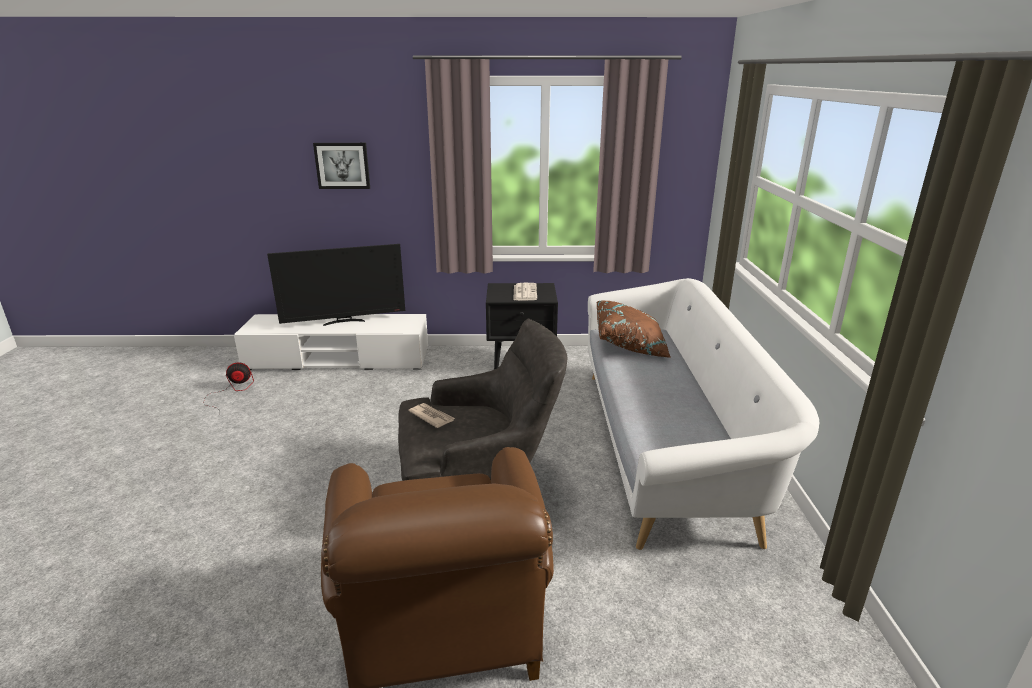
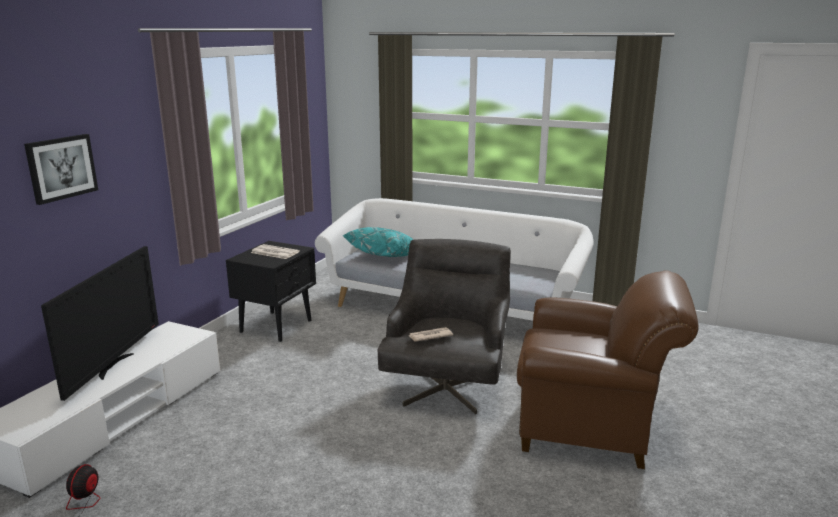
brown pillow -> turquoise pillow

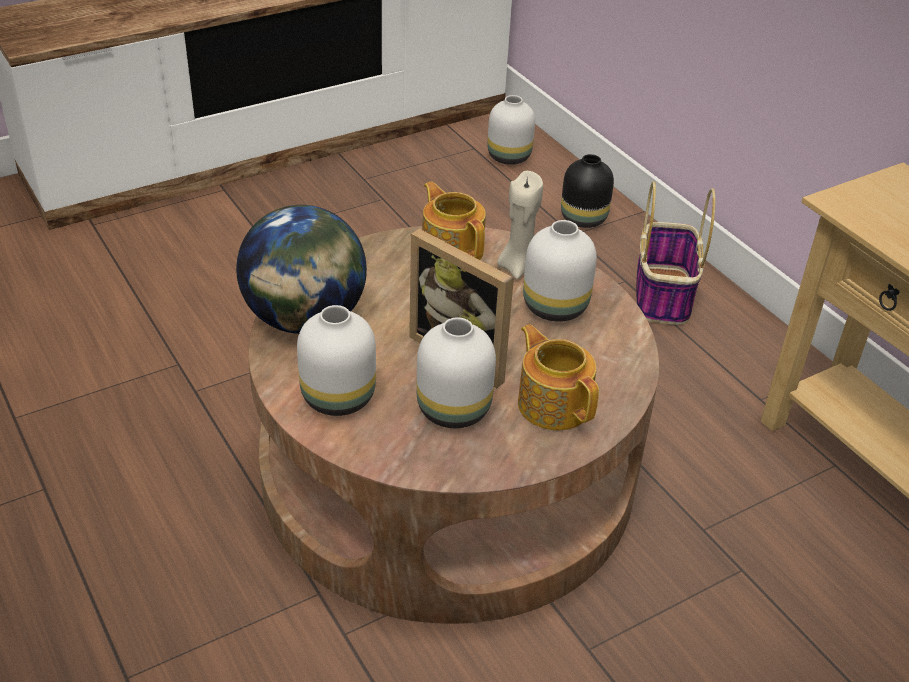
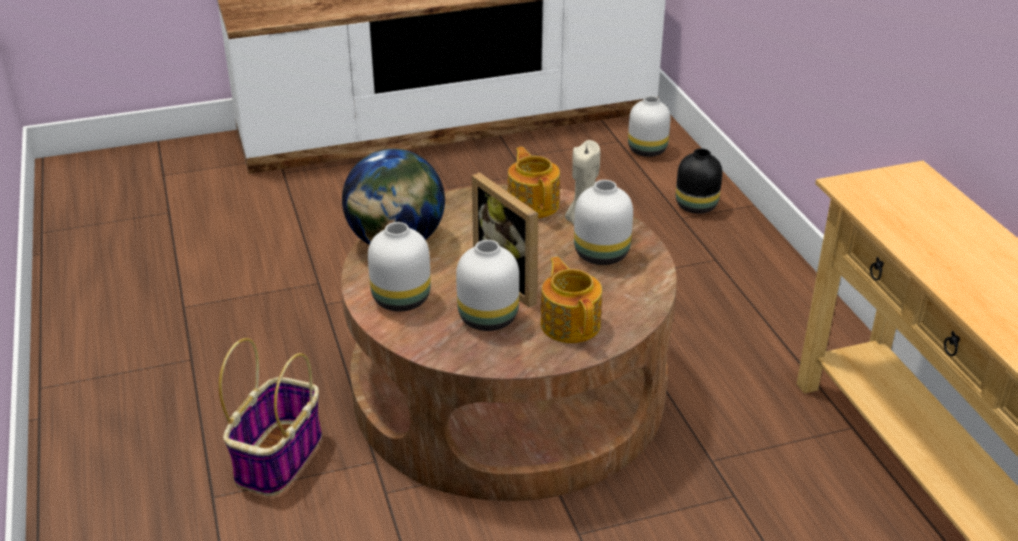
basket, shifted

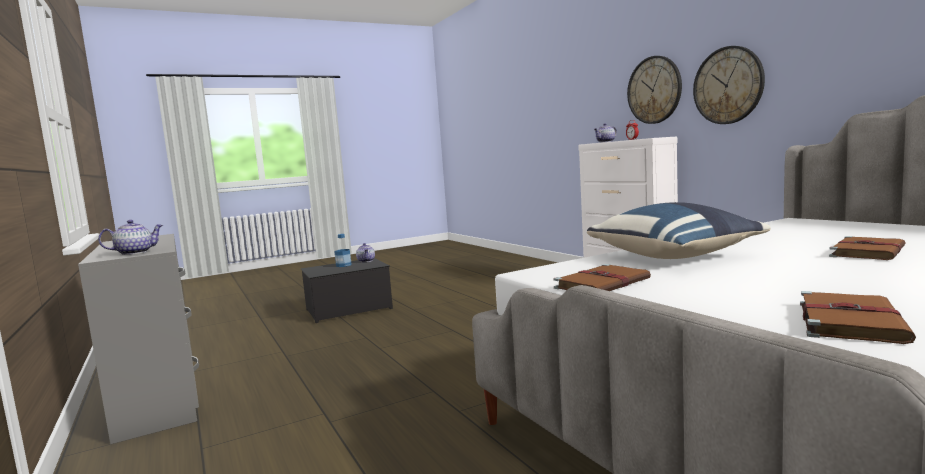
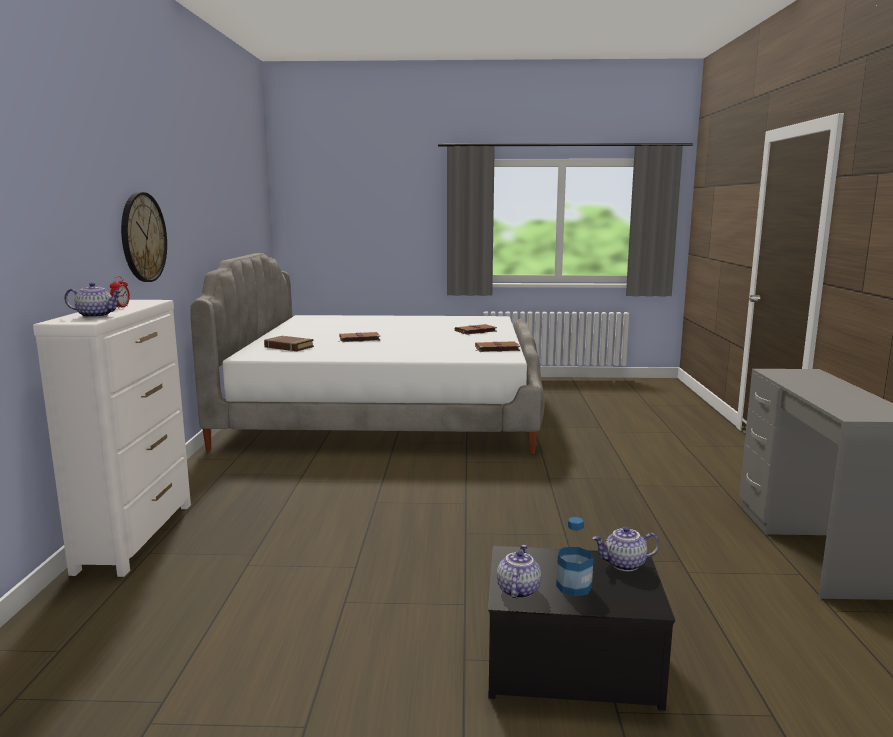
none -> brown book (no. 1 from left)
teapot (no. 1 from left in the first image) -> teapot (no. 3 from left), shifted
blue pillow -> none
wall clock (no. 1 from left) -> none

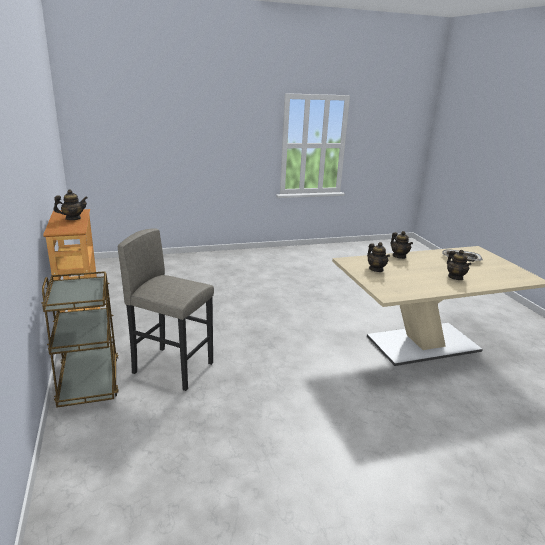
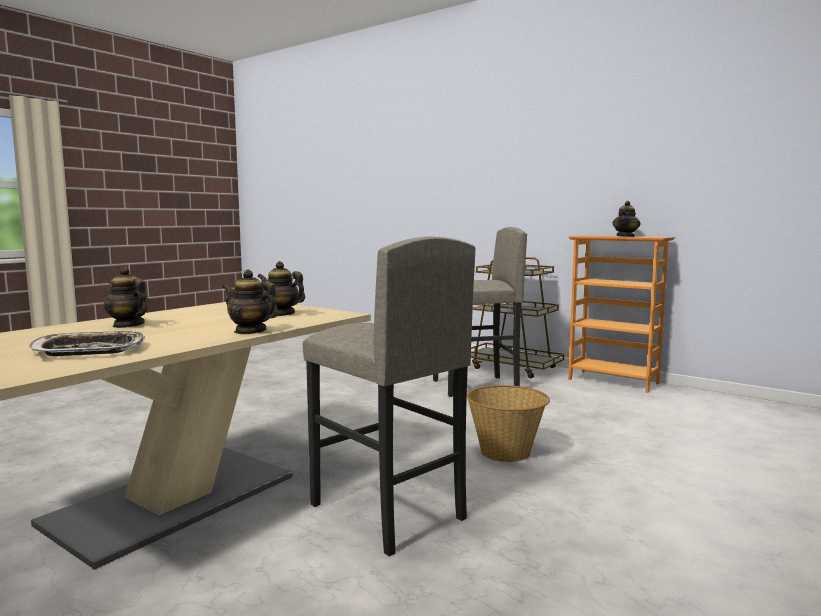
none -> grey stool (no. 1 from left)
none -> basket

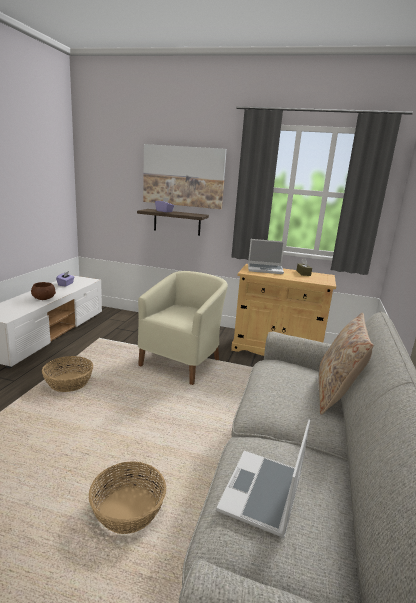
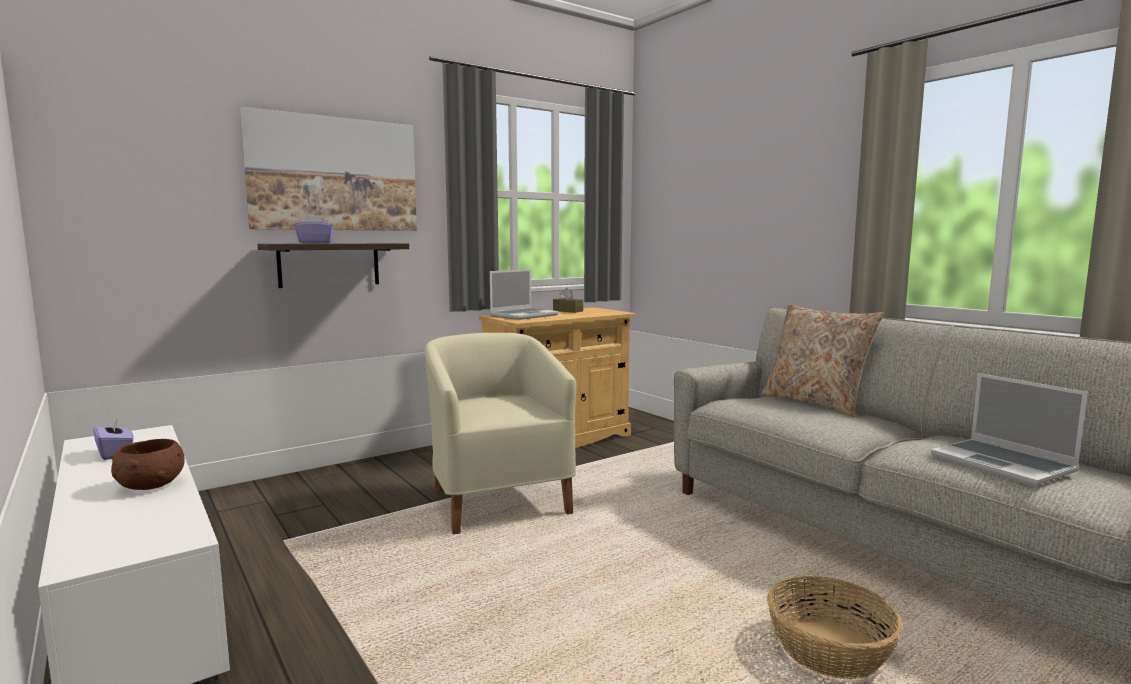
basket (no. 1 from left) -> none

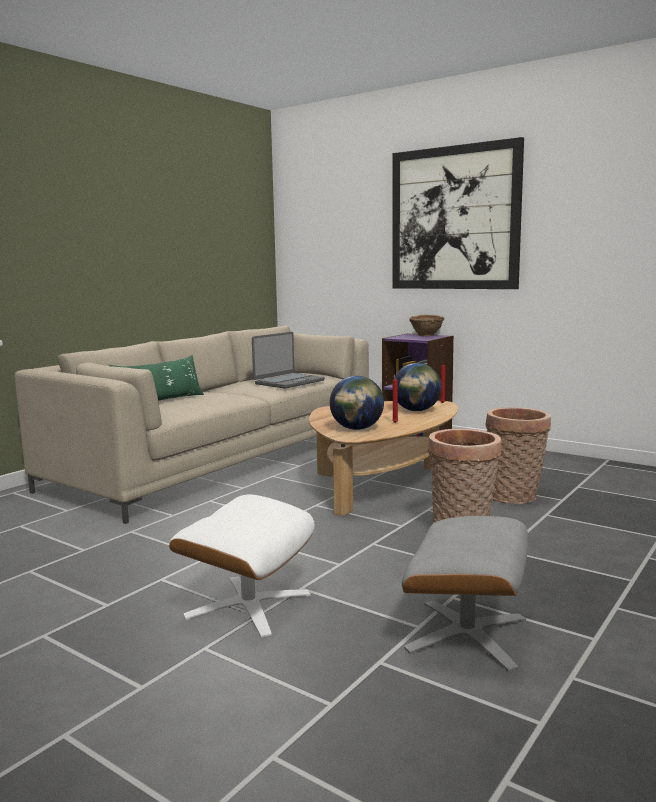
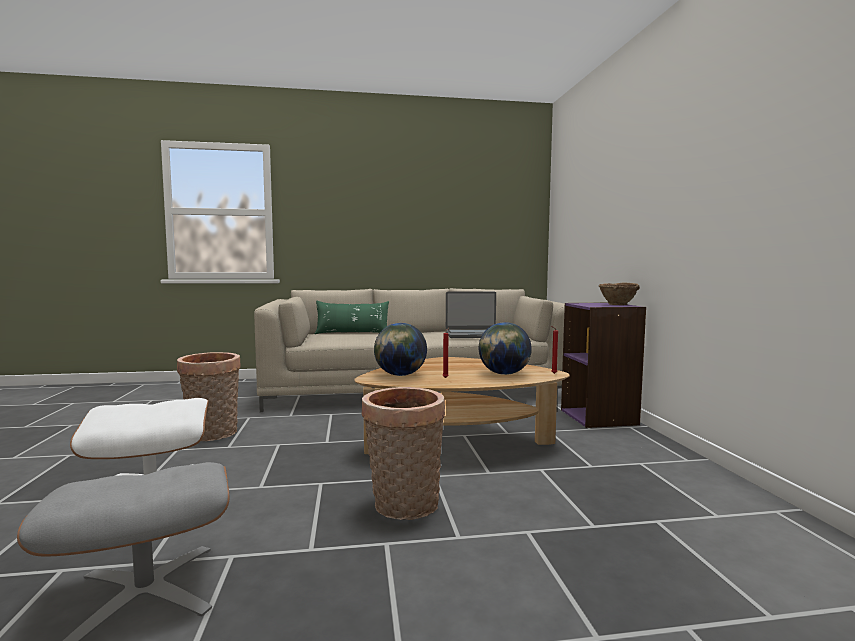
basket (no. 2 from left in the first image) -> basket (no. 1 from left), shifted
picture -> none

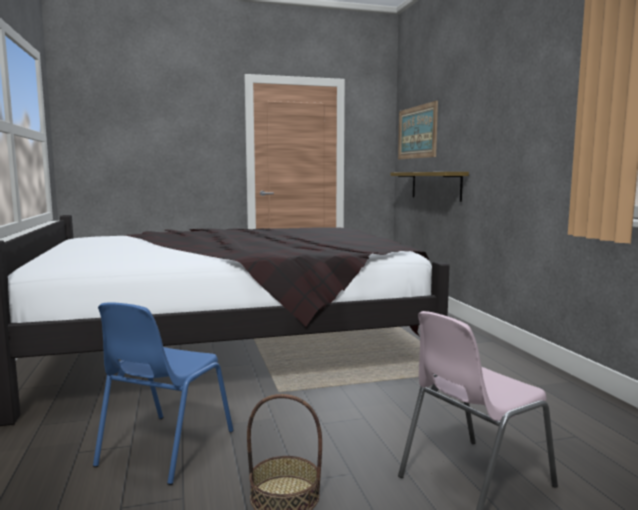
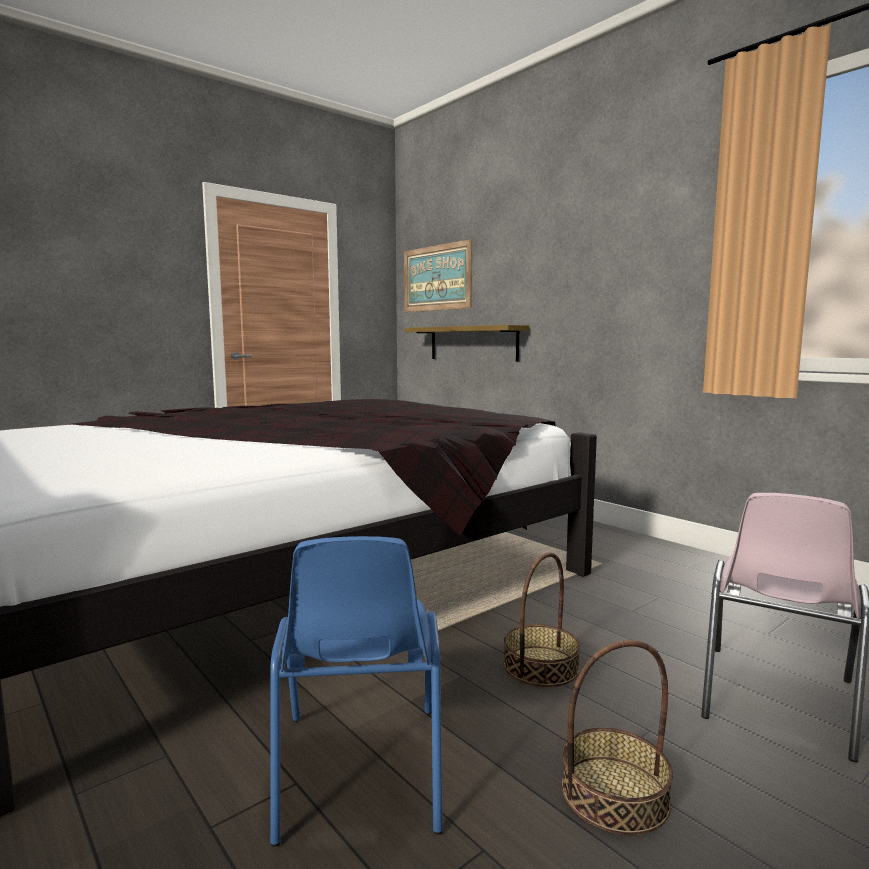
none -> basket (no. 1 from left)

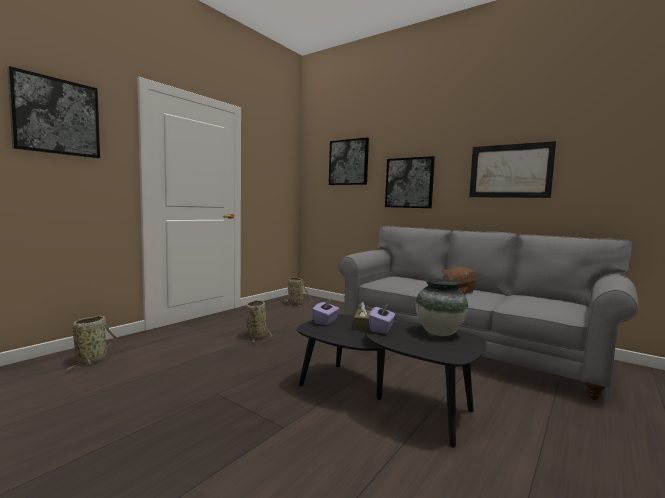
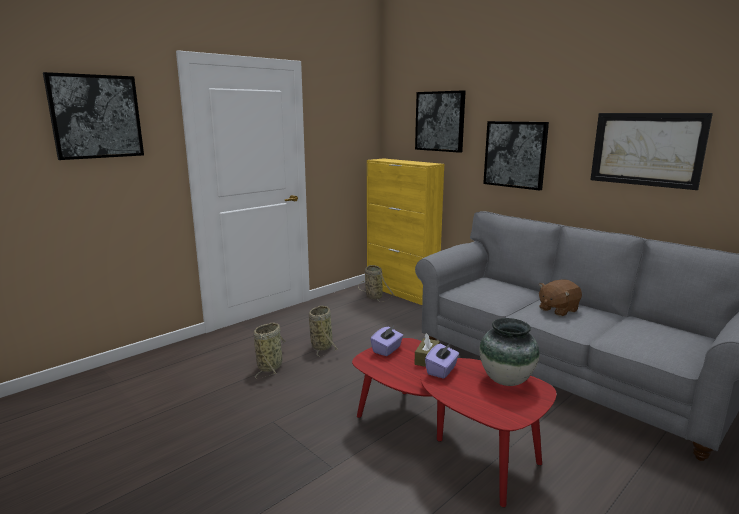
basket (no. 1 from left), shifted
black coffee table -> red coffee table
none -> yellow cabinet

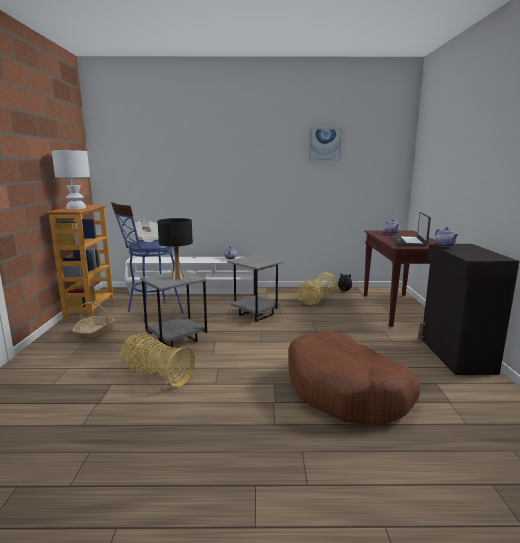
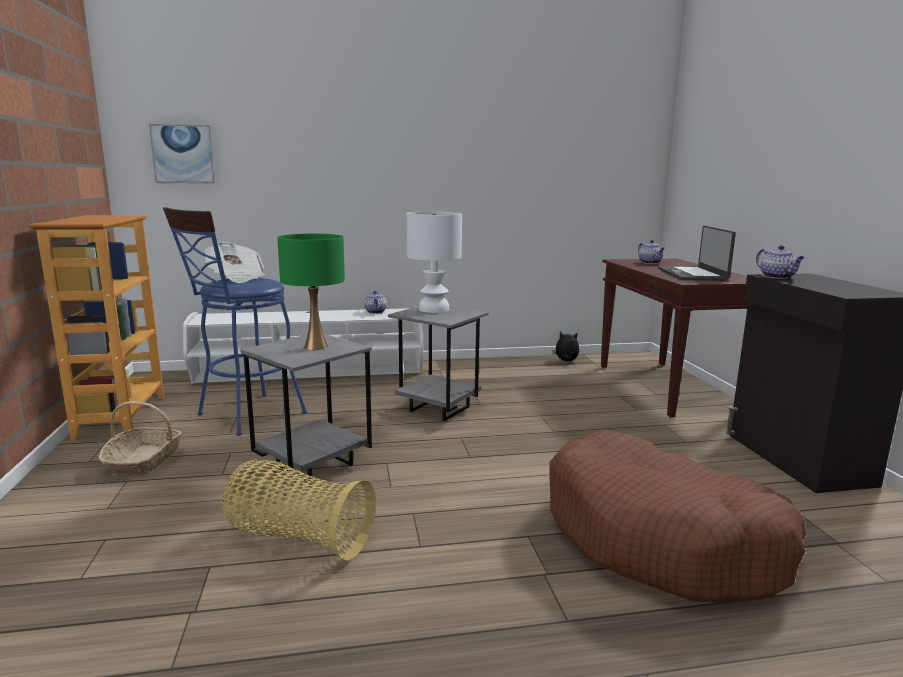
picture, shifted
black table lamp -> green table lamp
white table lamp, shifted
basket (no. 3 from left) -> none

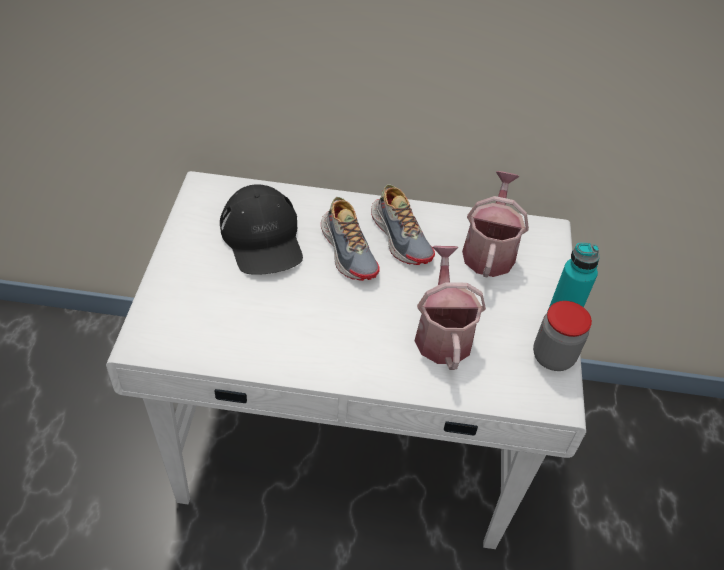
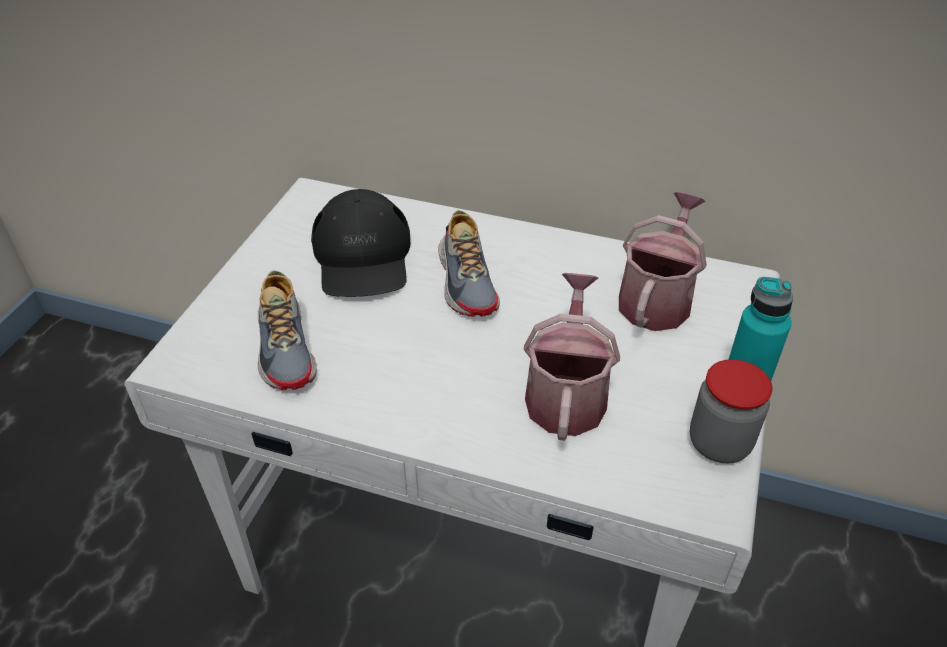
shoe (no. 2 from left in the first image) -> shoe (no. 1 from left), shifted

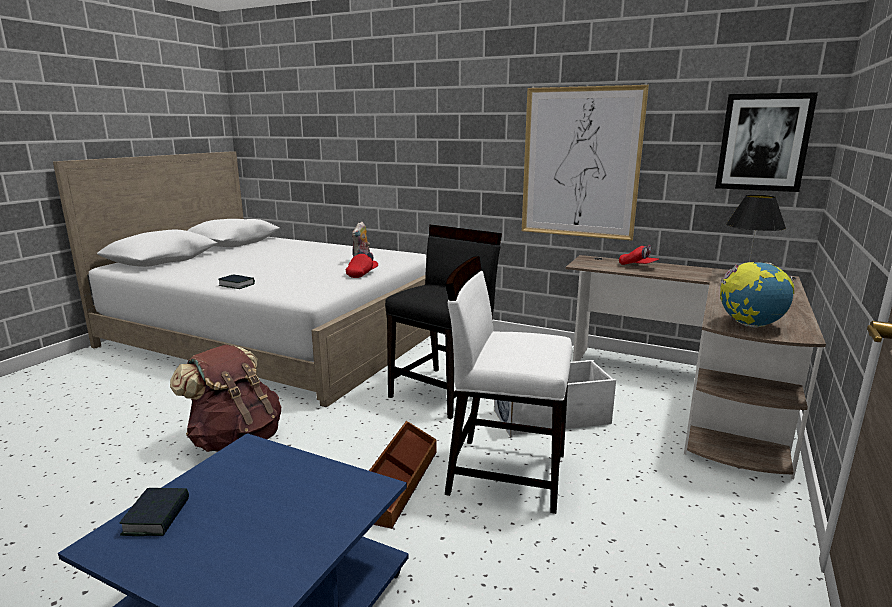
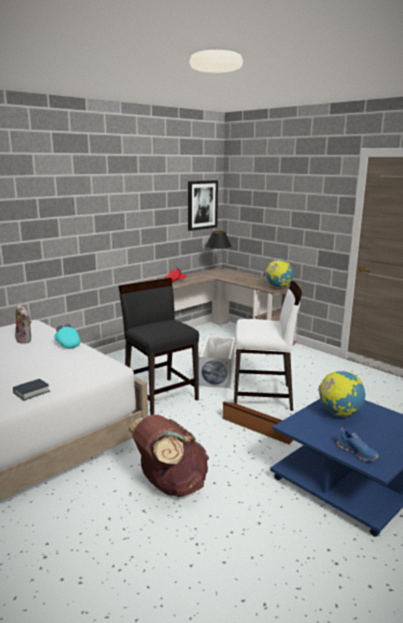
red cap (no. 1 from left) -> turquoise cap
white chair, 120 degrees counterclockwise
none -> globe (no. 2 from left)
book (no. 1 from left) -> blue shoe
picture (no. 1 from left) -> none

